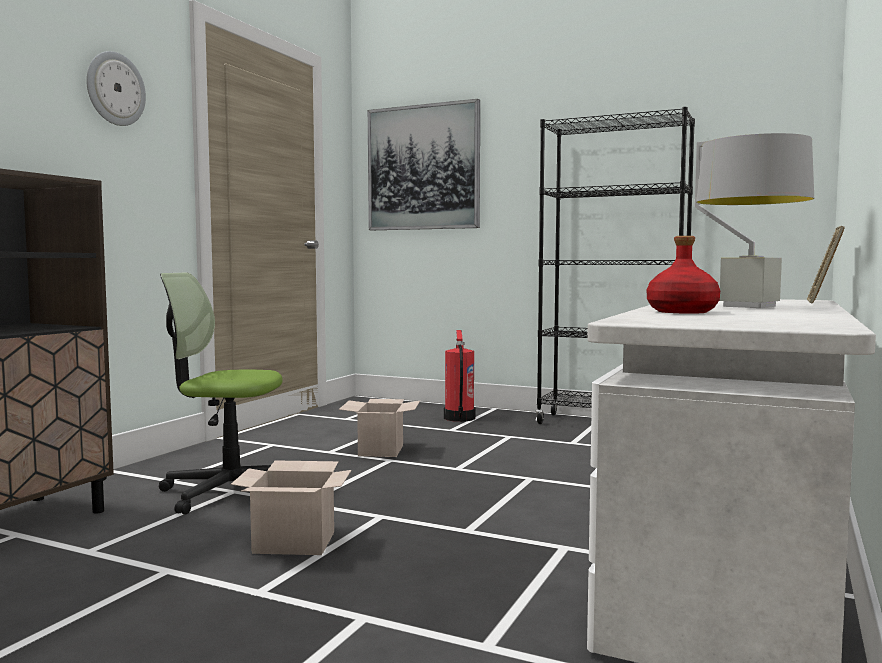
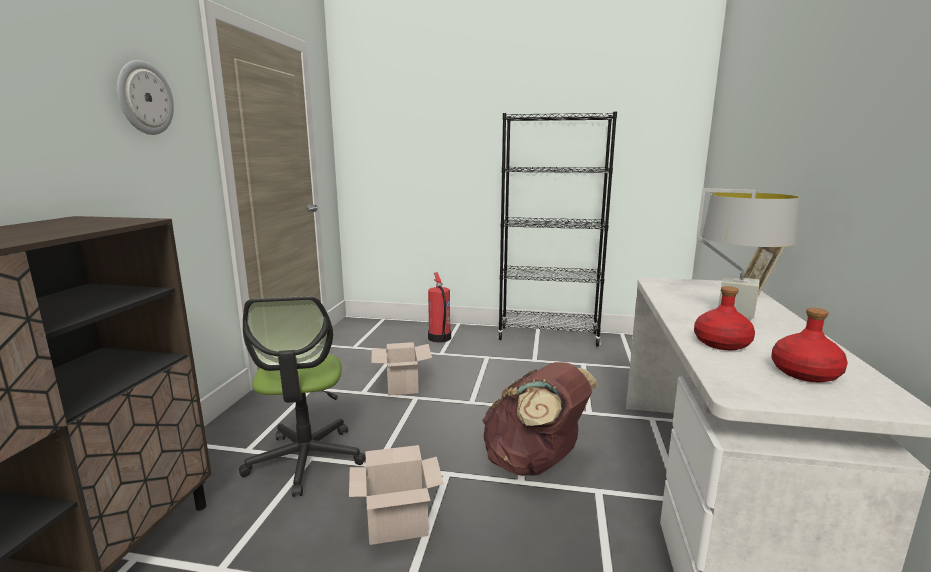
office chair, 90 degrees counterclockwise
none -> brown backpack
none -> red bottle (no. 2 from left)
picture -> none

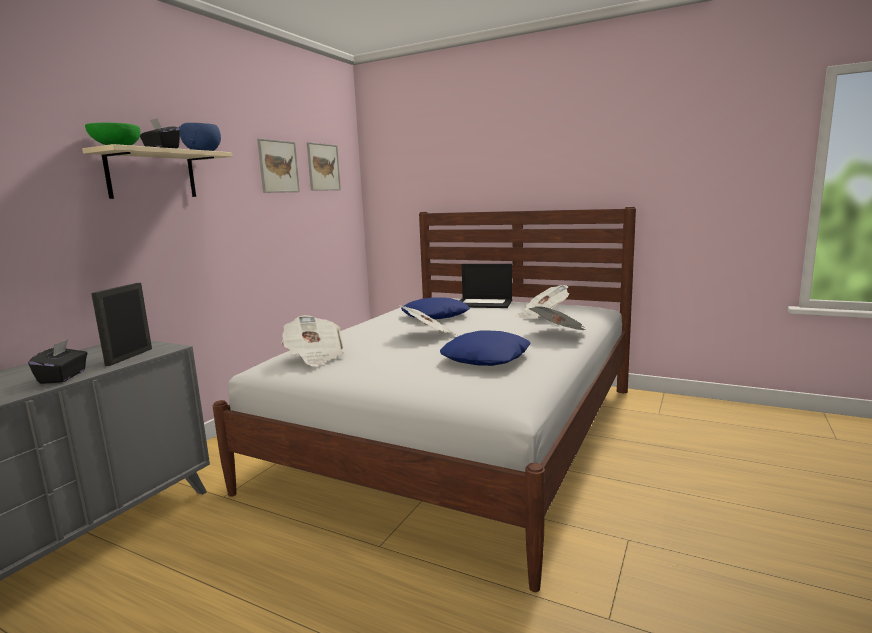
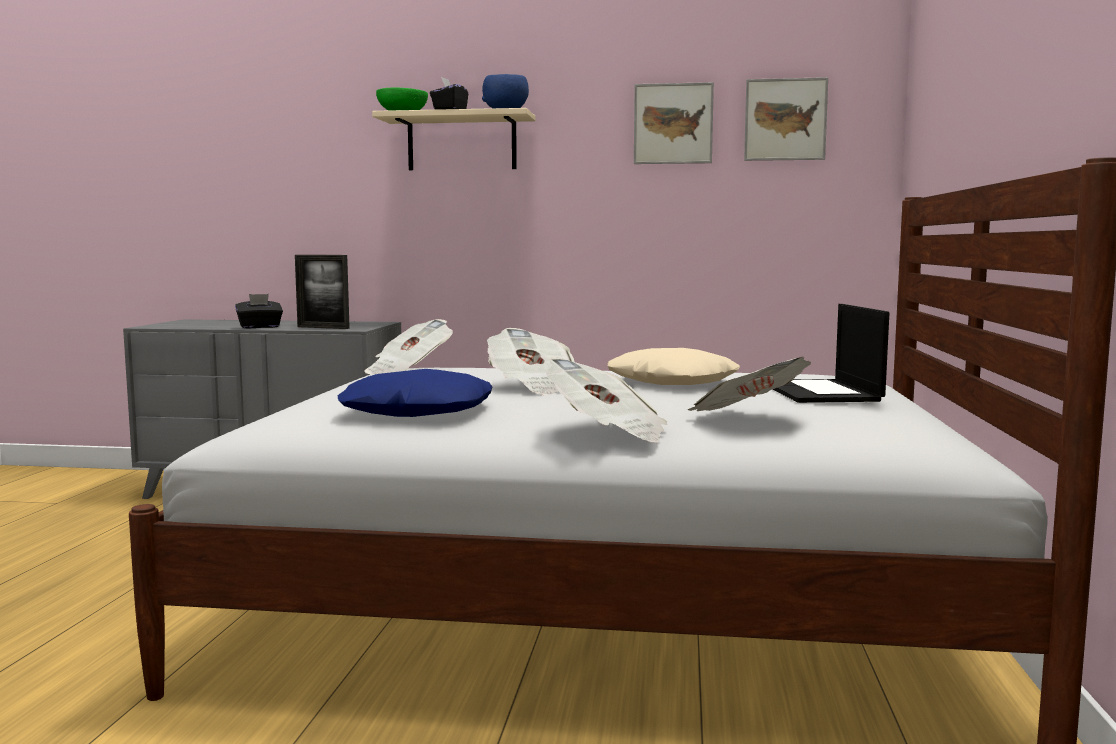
picture frame, 150 degrees counterclockwise
blue pillow (no. 1 from left) -> beige pillow

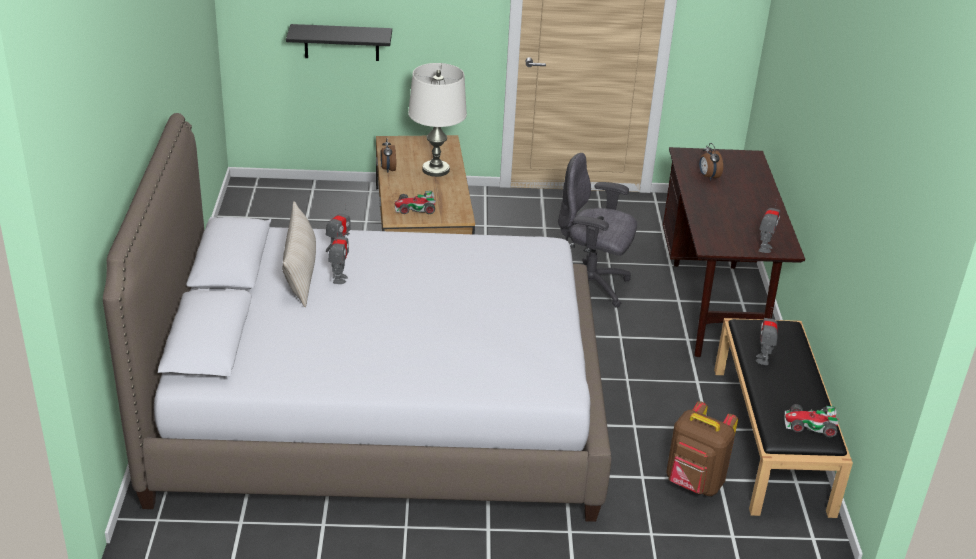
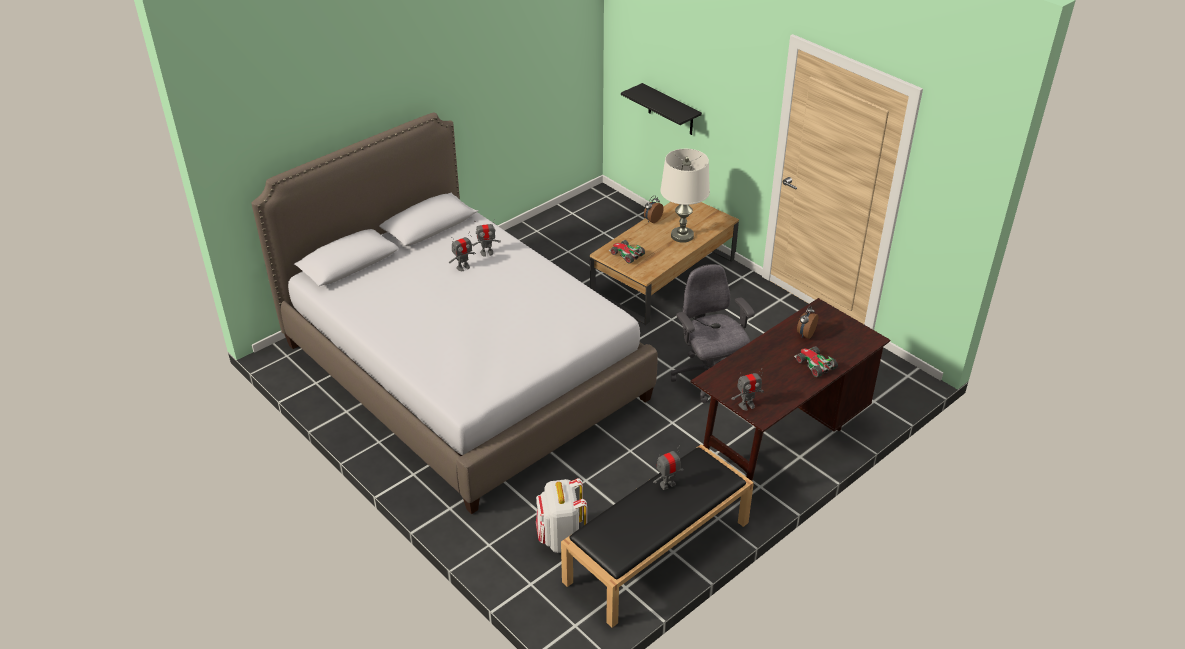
brown backpack -> white backpack
toy car (no. 2 from left), shifted
beige pillow -> none

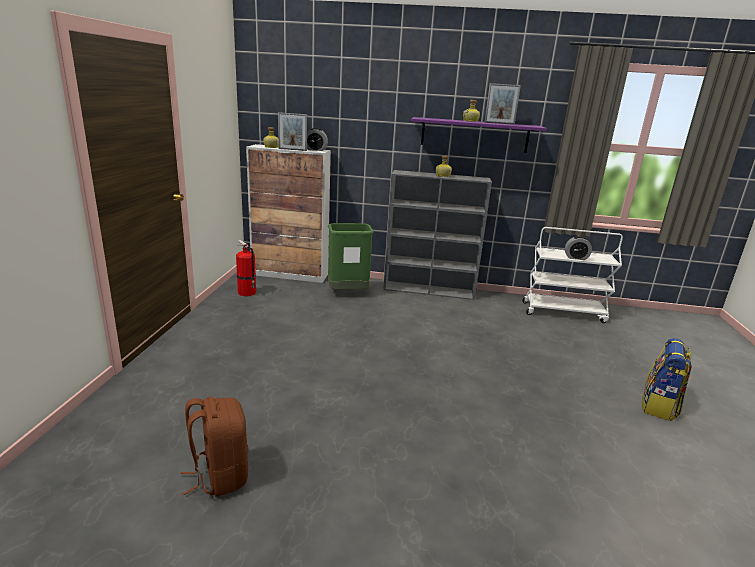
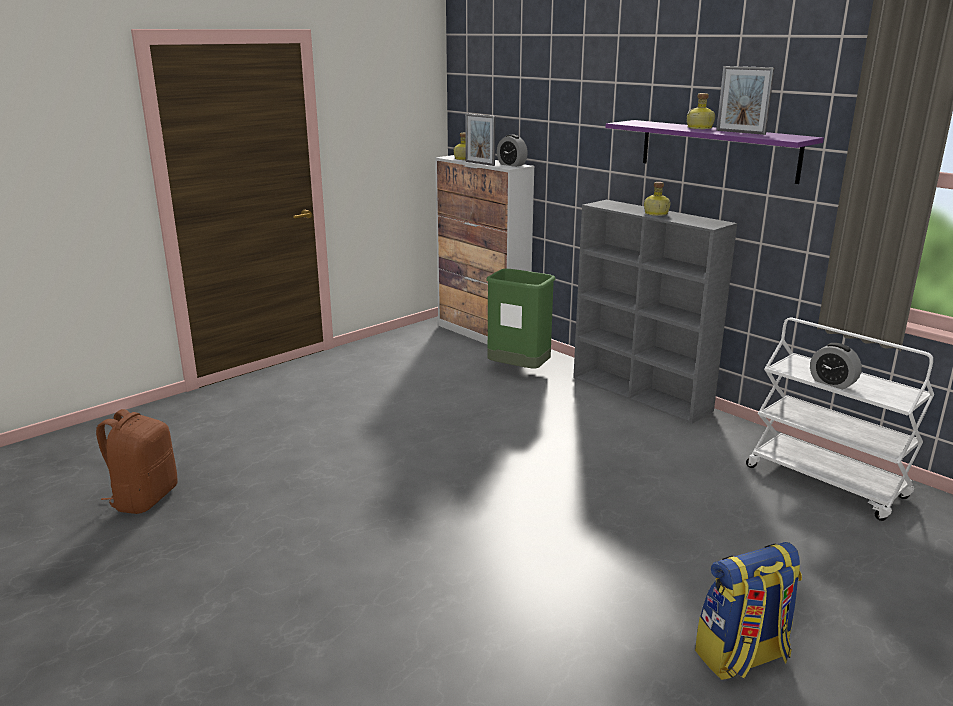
fire extinguisher -> none

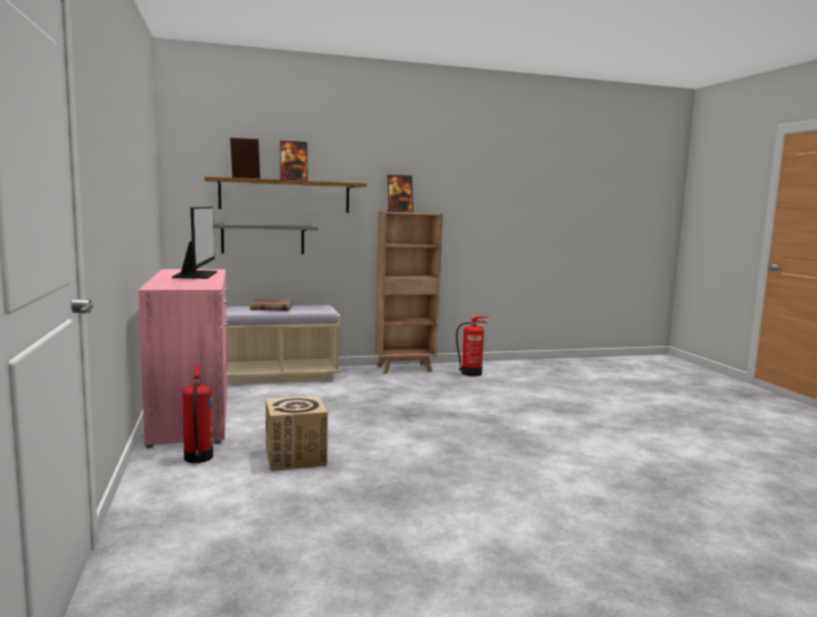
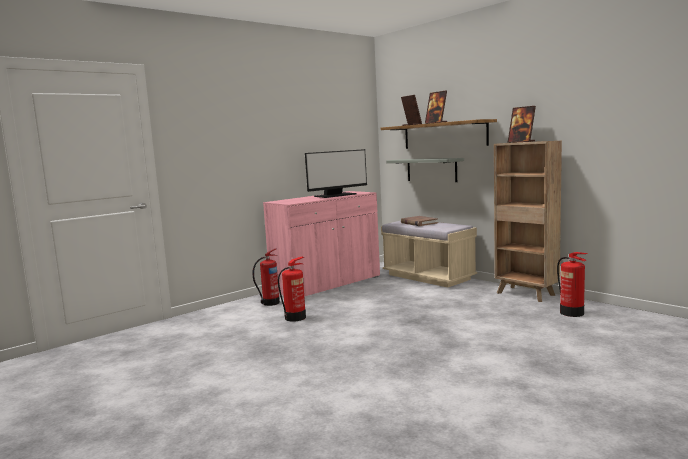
cardboard box -> fire extinguisher (no. 2 from left)

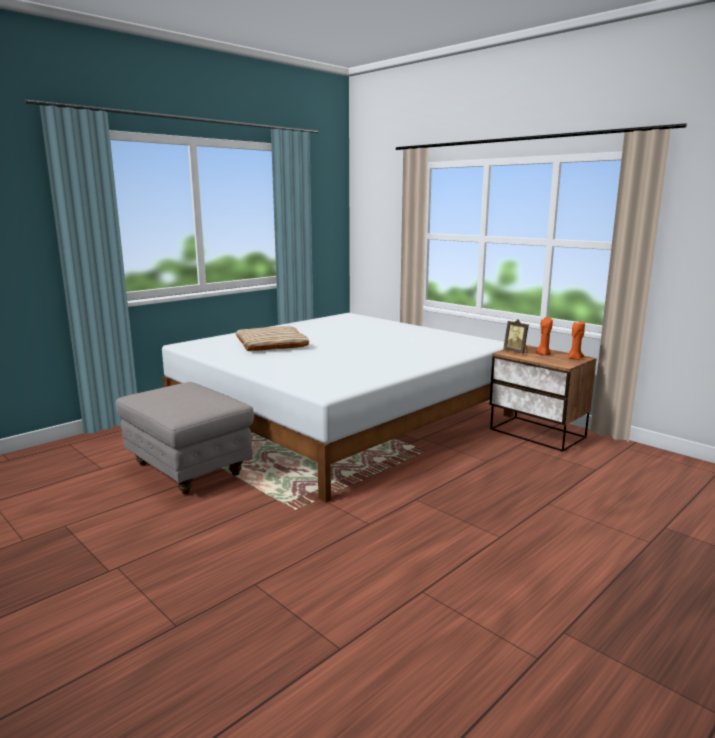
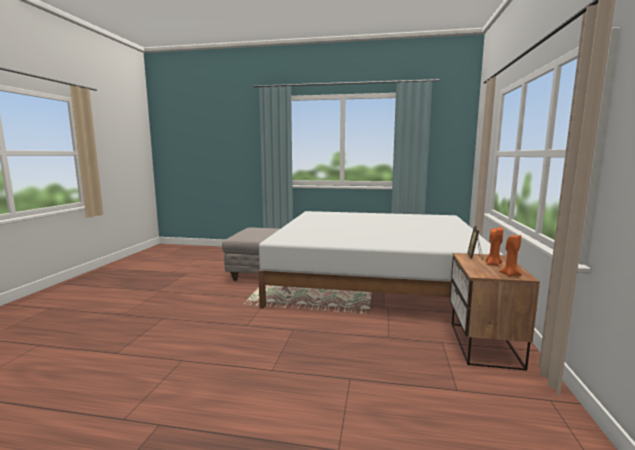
beige pillow -> none

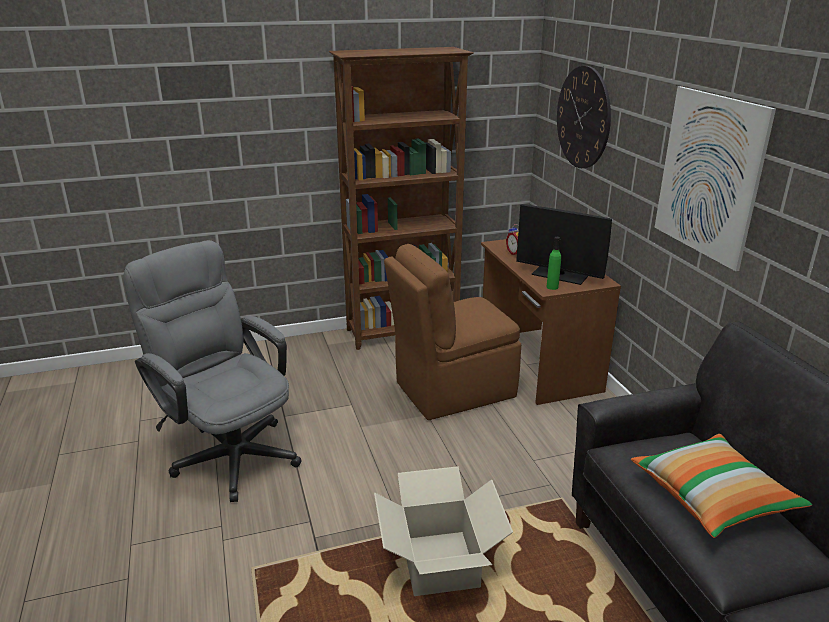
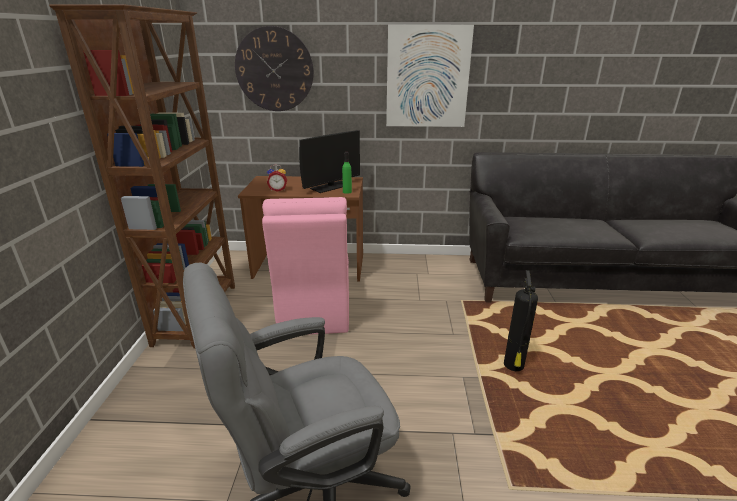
brown chair -> pink chair
cardboard box -> fire extinguisher
pillow -> none

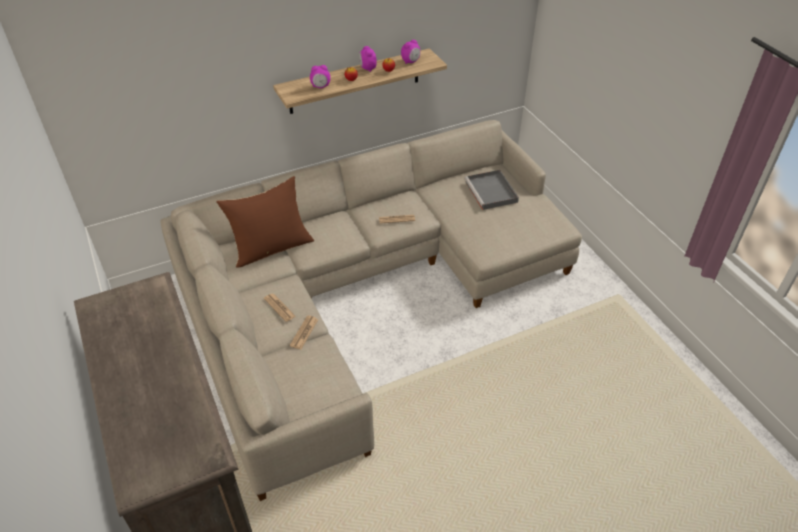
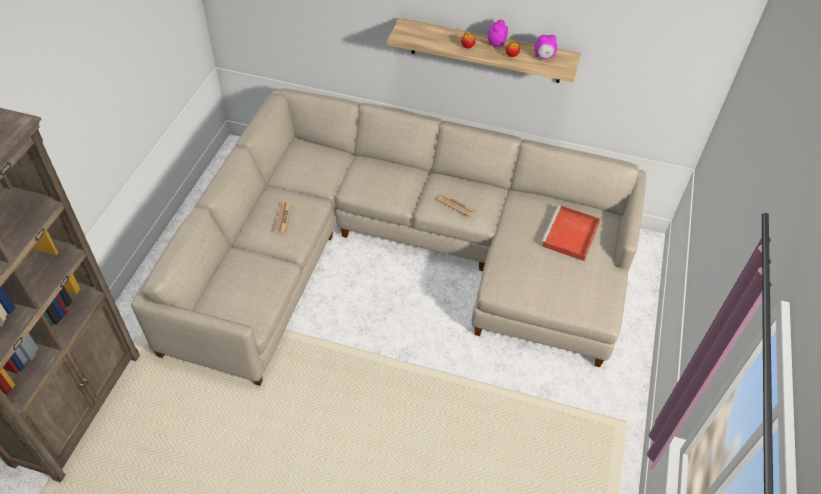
grey tray -> red tray
brown pillow -> none
newspaper (no. 2 from left) -> none
alarm clock (no. 1 from left) -> none

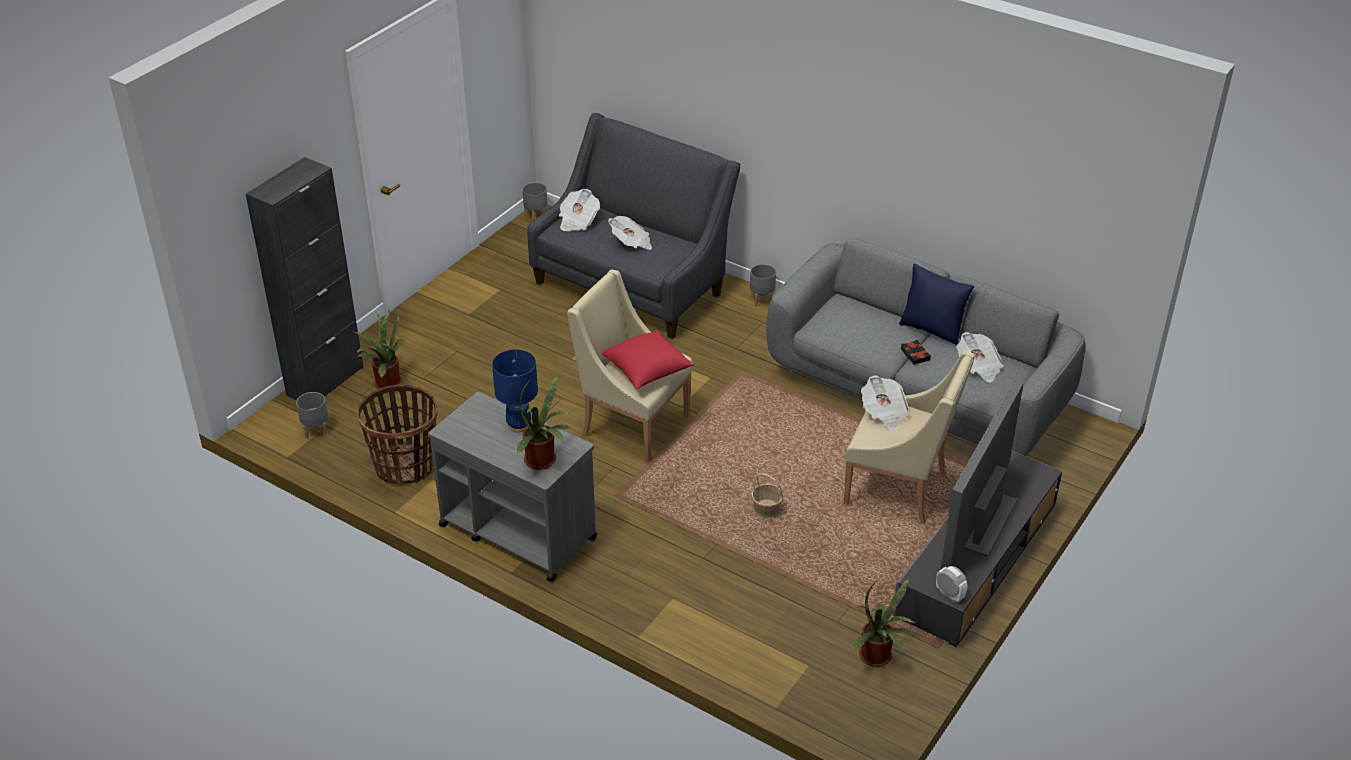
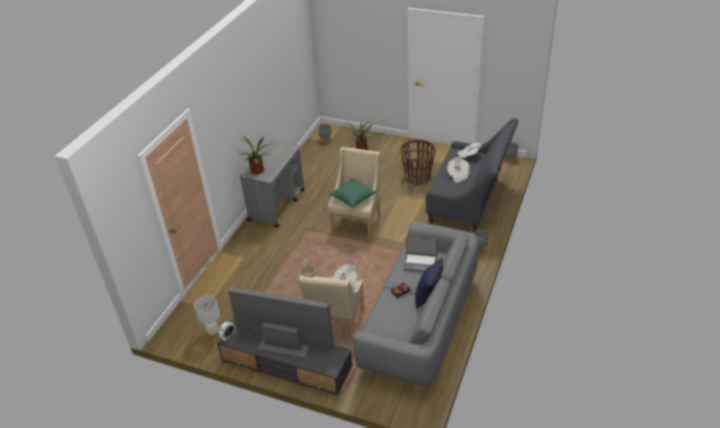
potted plant (no. 3 from left) -> white table lamp
red pillow -> green pillow
basket (no. 1 from left in the first image) -> basket (no. 2 from left), shifted
none -> laptop
black cabinet -> none
blue table lamp -> none
newspaper (no. 4 from left) -> none

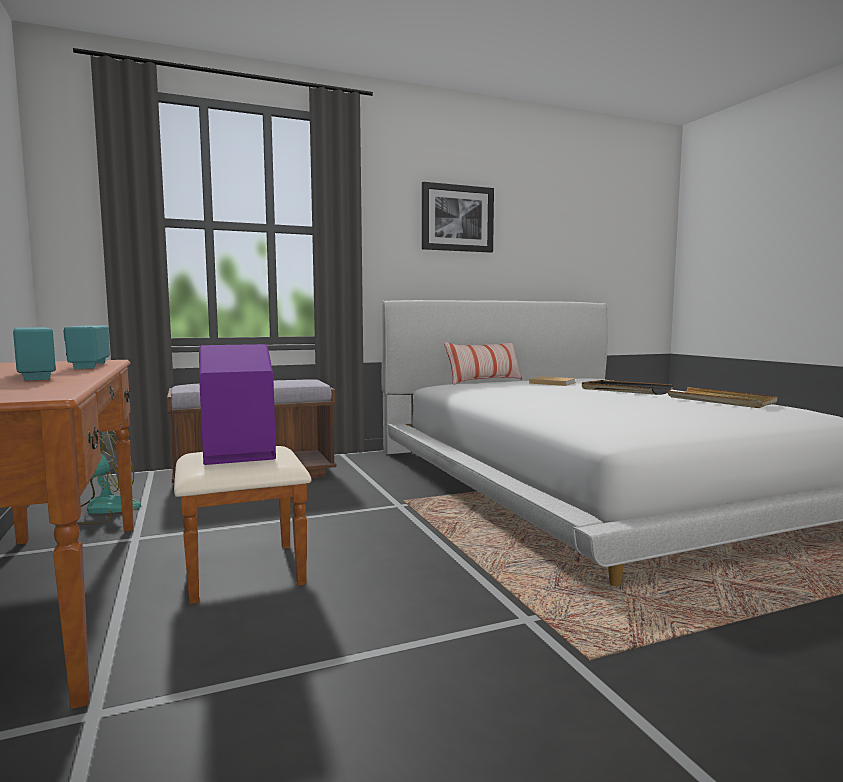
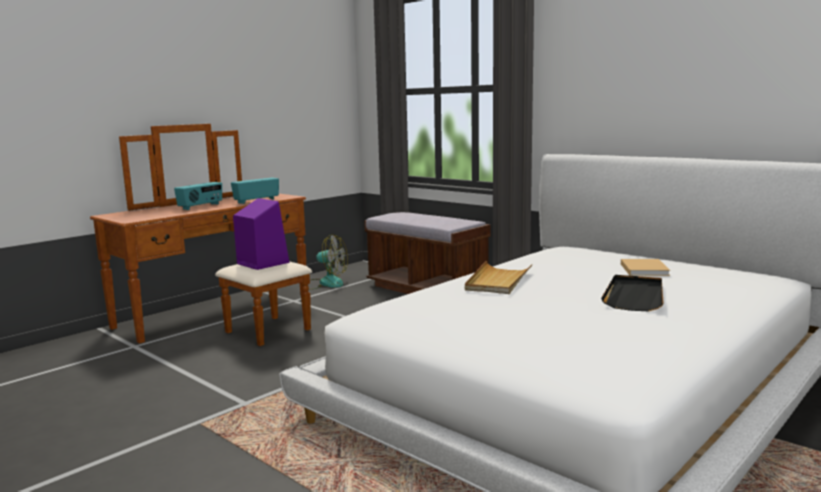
beige tray, shifted
picture -> none
pillow -> none

